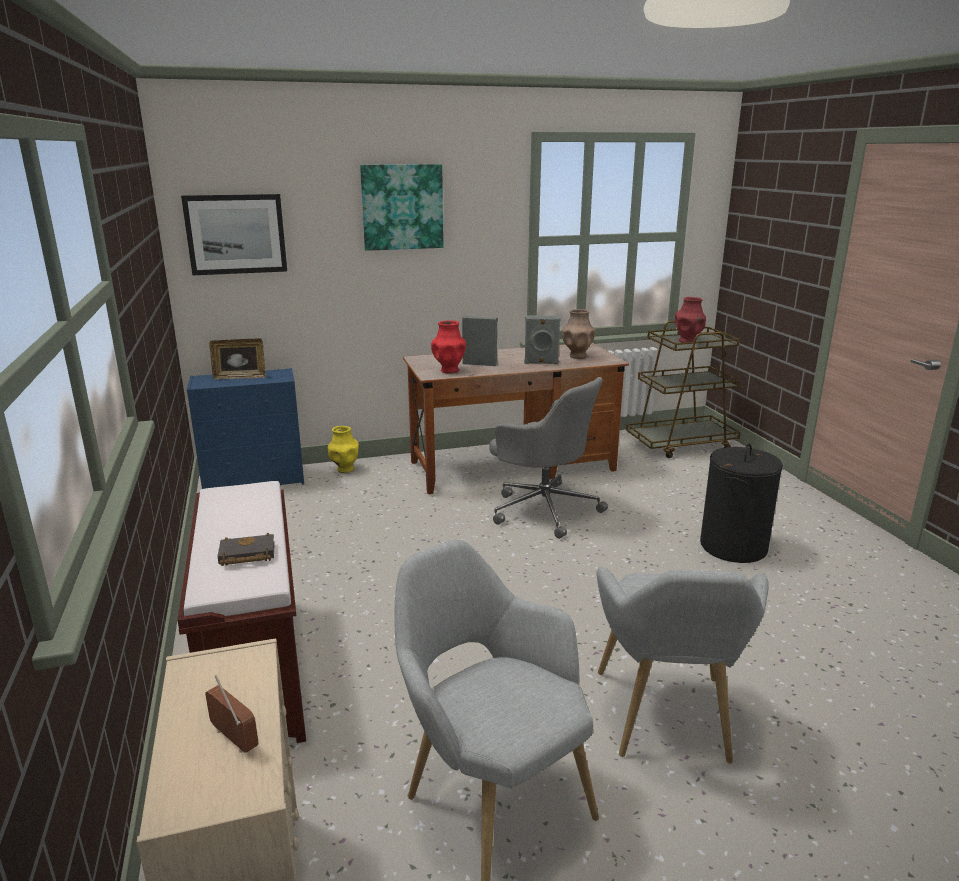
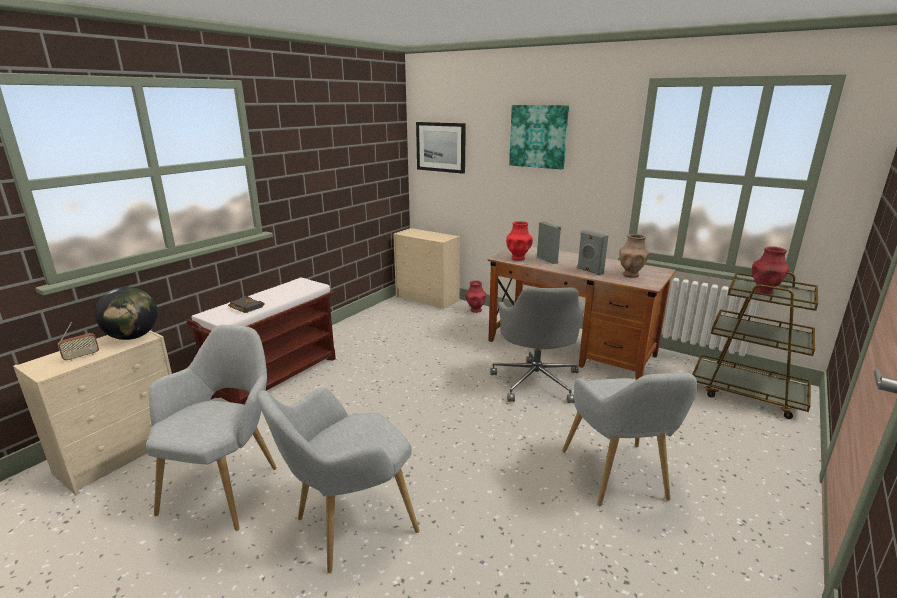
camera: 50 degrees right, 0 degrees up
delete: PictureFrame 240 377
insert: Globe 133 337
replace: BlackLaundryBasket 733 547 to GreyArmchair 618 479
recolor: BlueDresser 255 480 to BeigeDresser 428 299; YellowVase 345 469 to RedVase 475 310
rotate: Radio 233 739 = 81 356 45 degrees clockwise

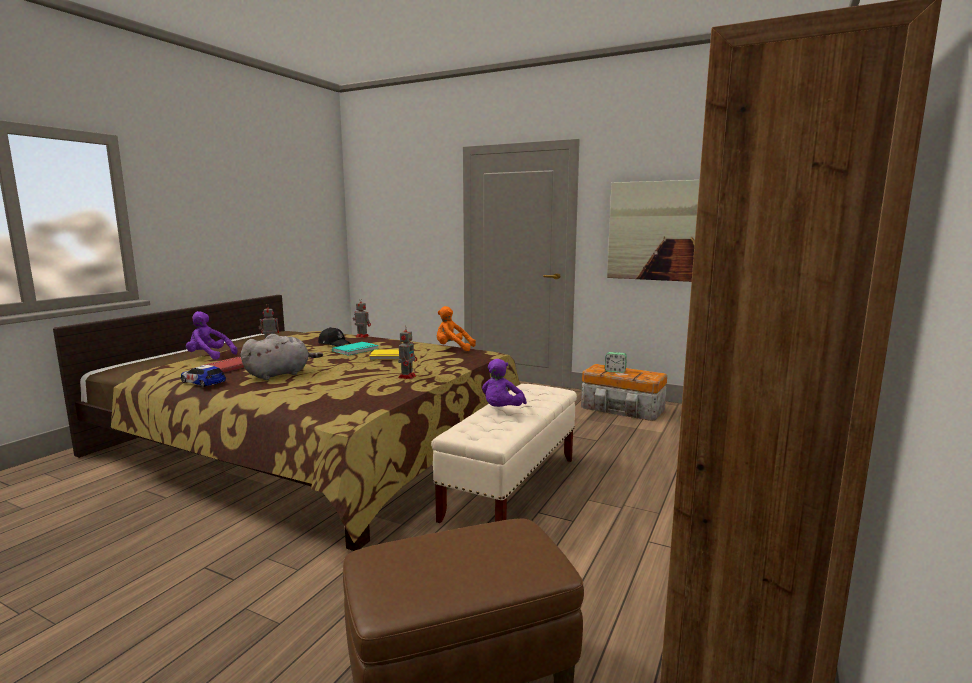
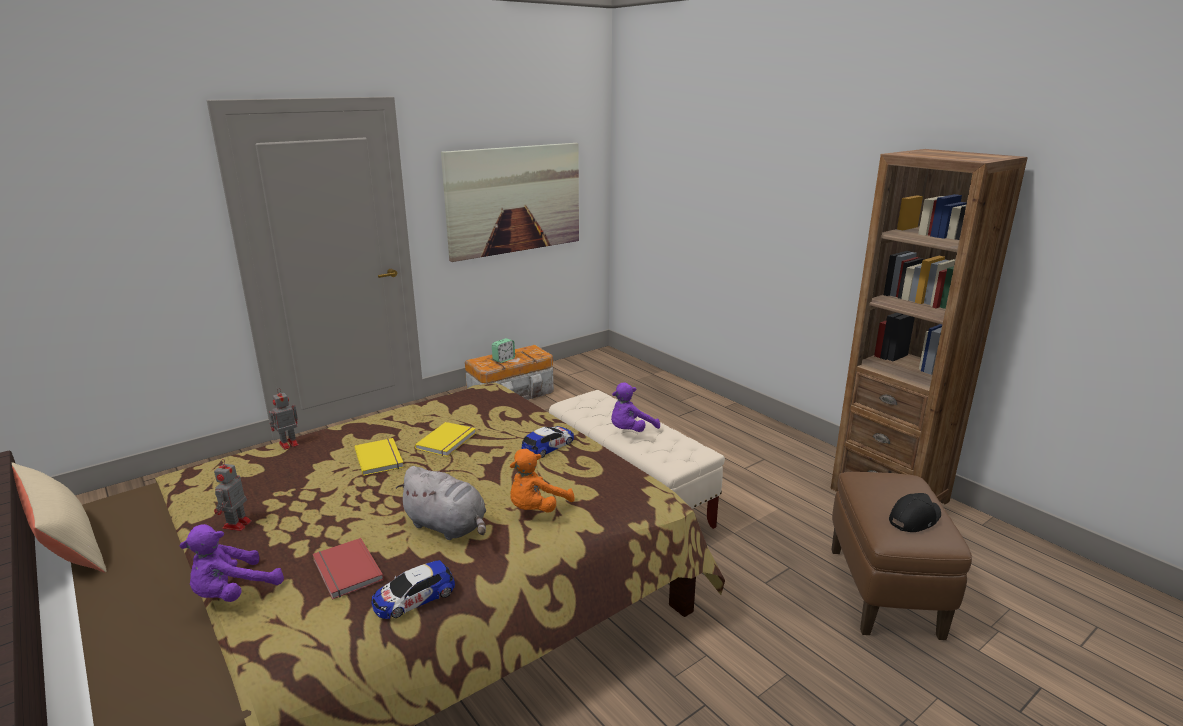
camera: 65 degrees left, 10 degrees up
insert: BeigePillow 66 544
move: BlackCap 334 343 to 914 519; OrangePlushToy 452 348 to 536 509
replace: ToyRobot 407 376 to ToyCar 548 446
recolor: TurquoiseBook 356 350 to YellowBook 381 458
rotate: GreyPlushToy 280 374 = 448 526 135 degrees clockwise; PurplePlushToy 501 410 = 630 431 90 degrees clockwise

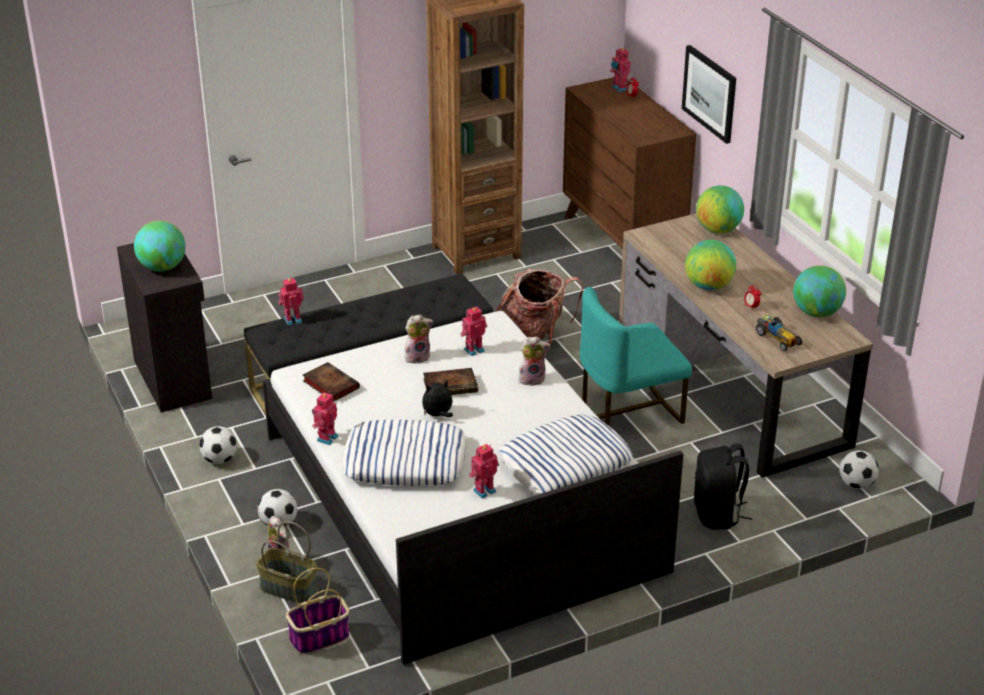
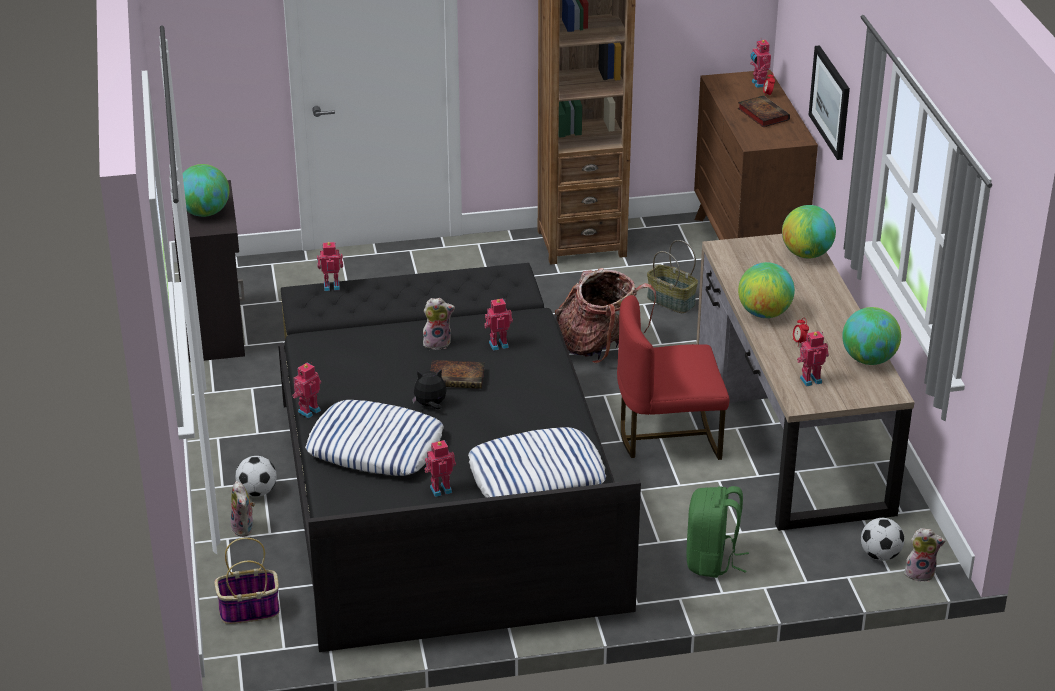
camera: 15 degrees right, 0 degrees up
delete: Football 220 459
move: Basket 287 589 to 670 301; Book 329 384 to 762 114; PlushToy 532 379 to 920 573
replace: ToyCar 776 337 to ToyRobot 810 379
recolor: WhiteBed 461 502 to BlackBed 448 501; TurquoiseChair 629 410 to RedChair 668 436; BlackBackpack 718 514 to GreenBackpack 712 561

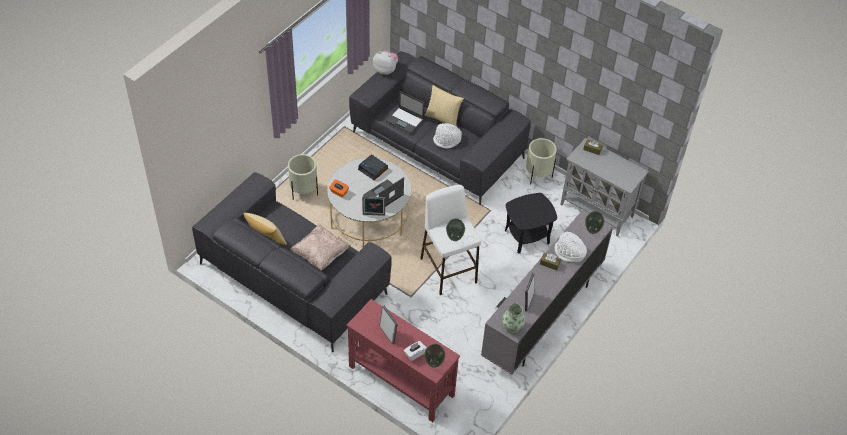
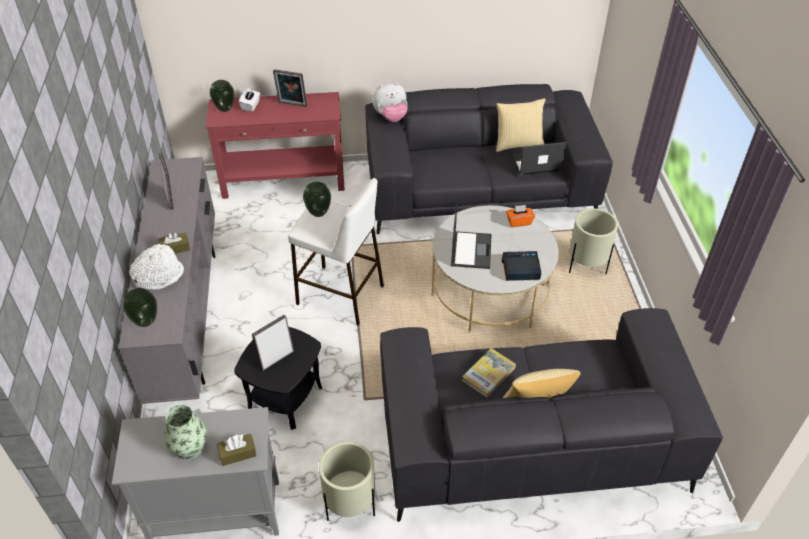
camera: 140 degrees right, 5 degrees down
delete: BeigePillow 320 254
move: PictureFrame 373 215 to 276 358; PlushToy 386 70 to 391 117; Laptop 405 120 to 535 163; Vase 512 327 to 189 447
replace: WhiteHat 447 140 to Book 488 374

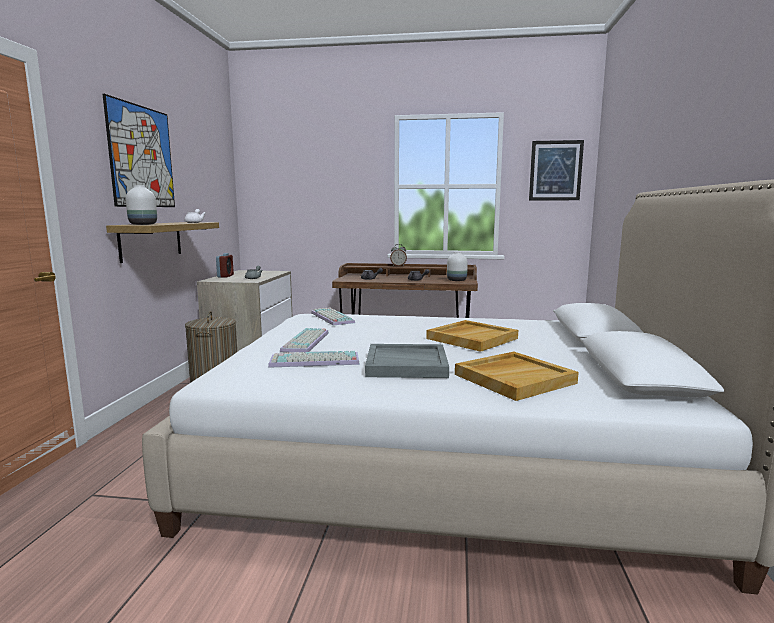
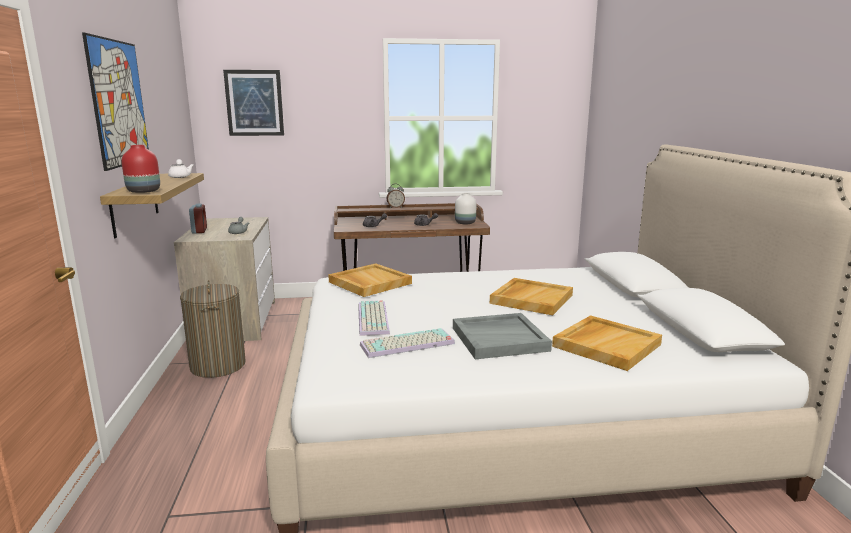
camera: 15 degrees left, 5 degrees up
move: Picture 555 170 to 254 103
replace: Keyboard 330 317 to BeigeTray 369 283
recolor: WhiteVase 142 224 to RedVase 143 192

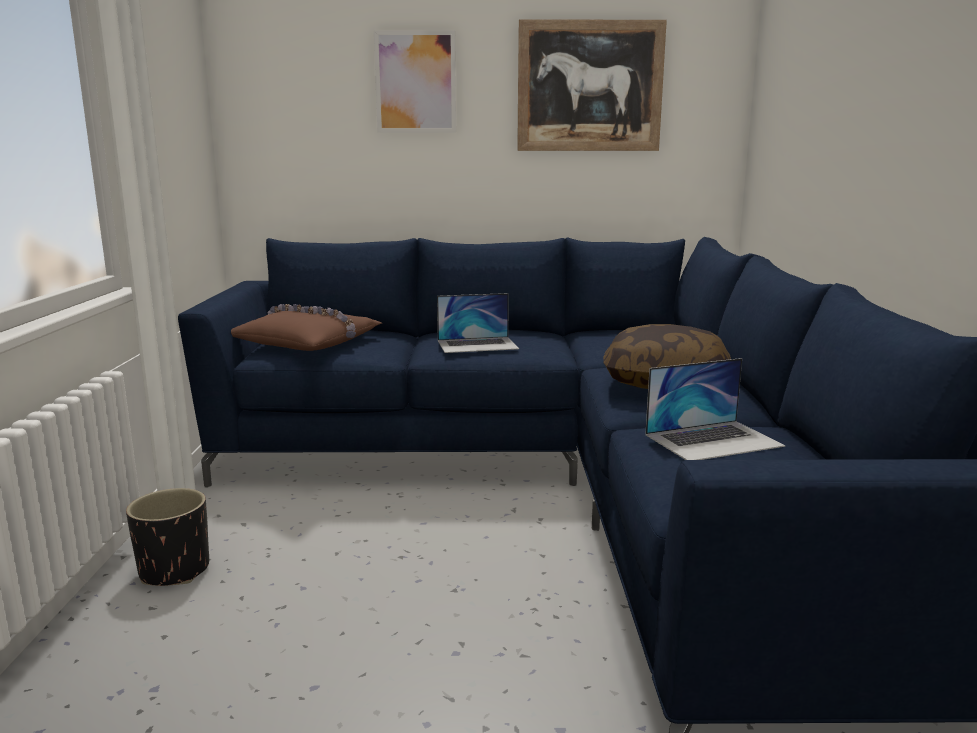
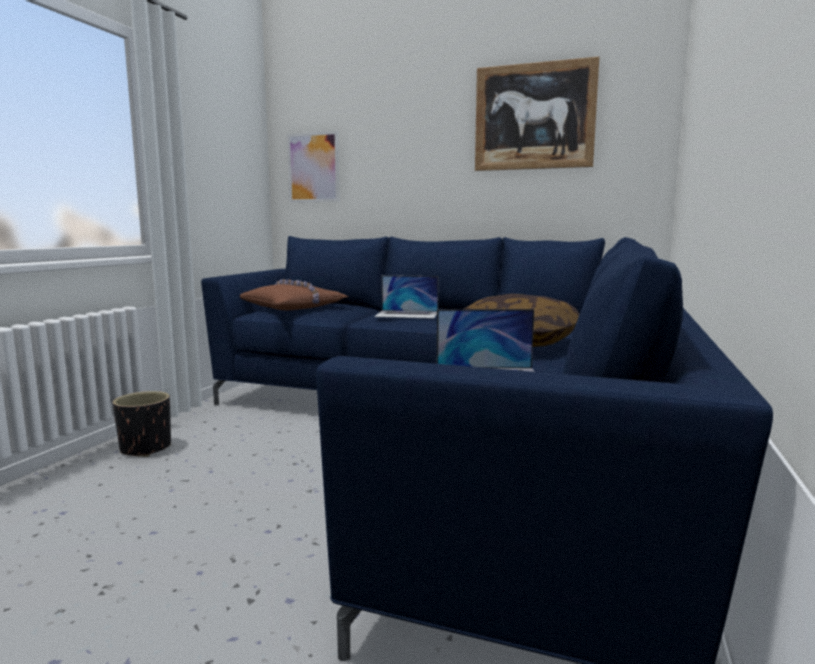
camera: 20 degrees right, 5 degrees down
move: Picture 415 82 to 313 167

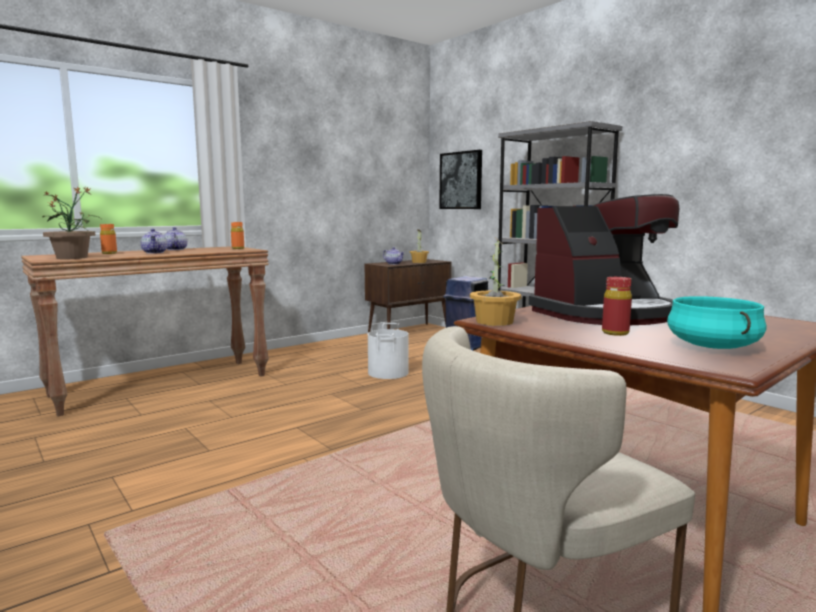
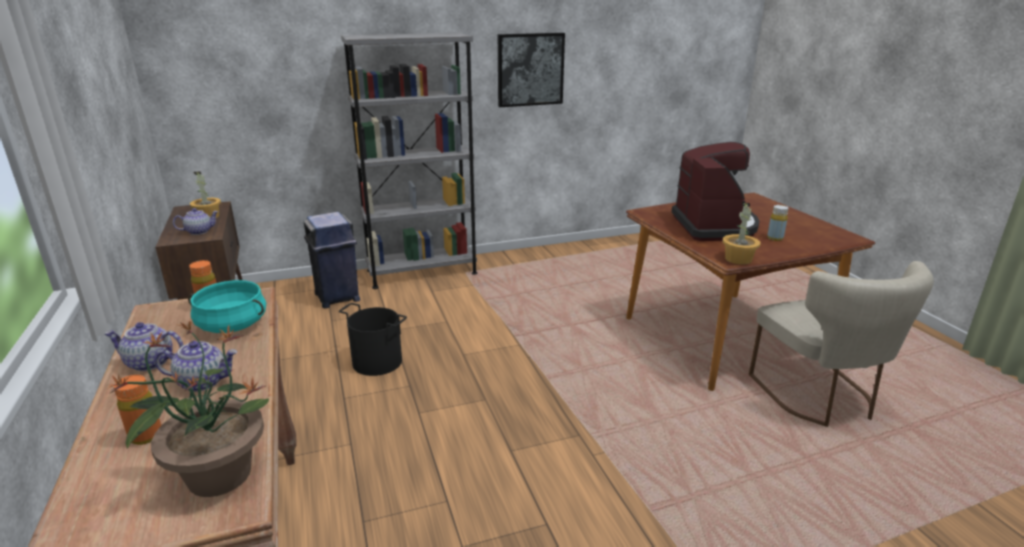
camera: 70 degrees left, 15 degrees up
move: Picture 461 180 to 530 69; TurquoiseCookingPot 711 346 to 232 325
recolor: WhiteBucket 387 372 to BlackBucket 377 362; RedBottle 615 333 to YellowBottle 775 238

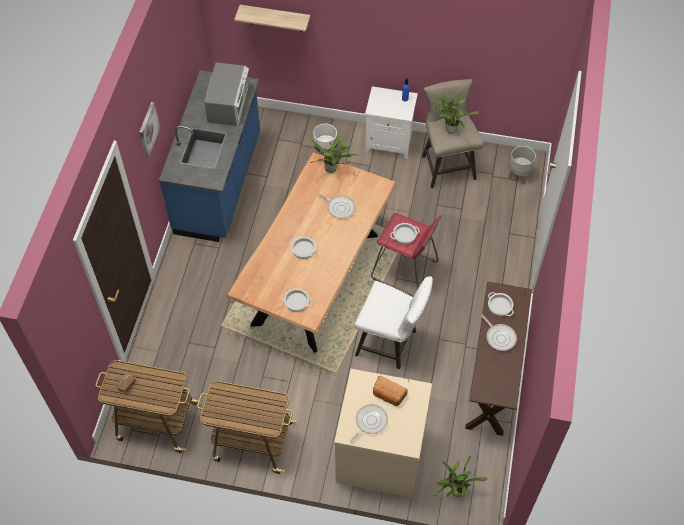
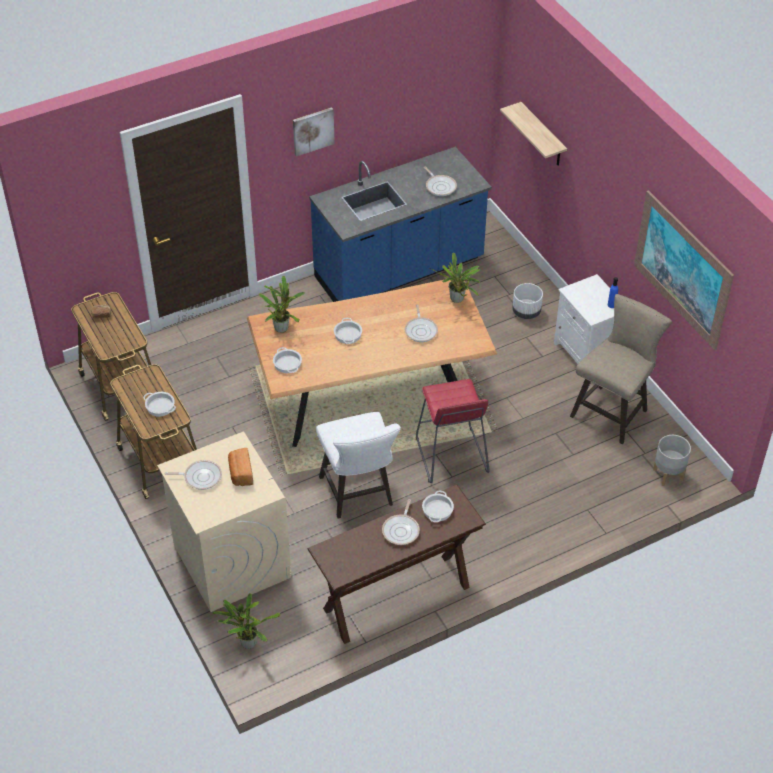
camera: 50 degrees right, 10 degrees down
insert: Picture 682 269
move: CookingPot 404 235 to 160 406; PottedPlant 450 129 to 282 327
replace: Microwave 229 104 to FryingPan 440 186

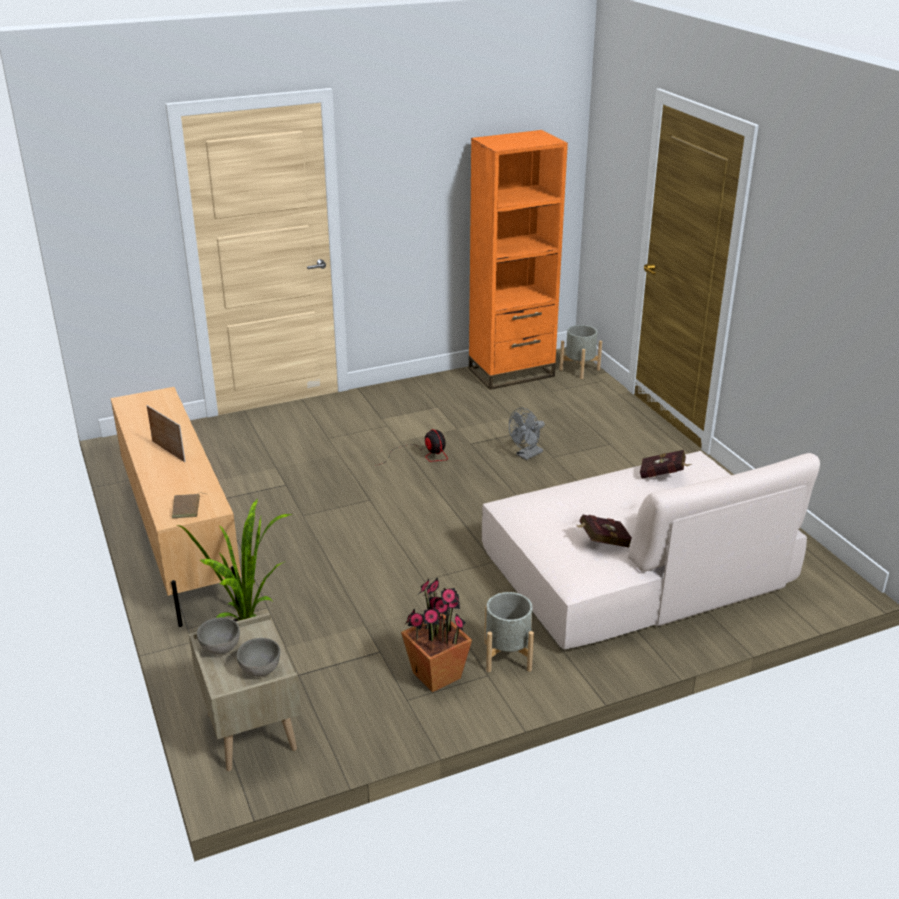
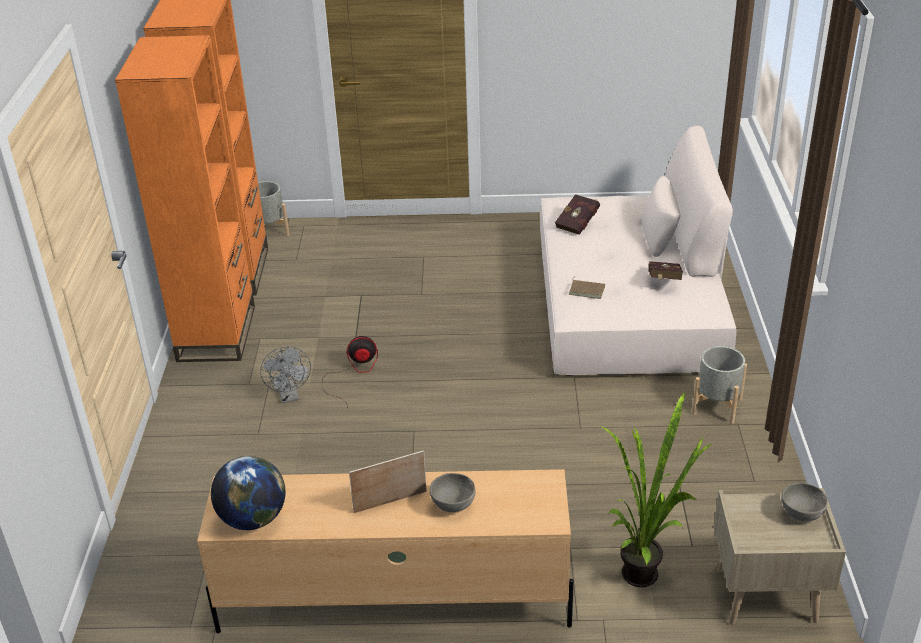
camera: 65 degrees left, 5 degrees up
delete: PottedPlant 437 675
insert: OrangeBookcase 217 333; Globe 253 519
move: BrownBook 187 508 to 587 290; GreyBowl 220 648 to 453 505; GreyFan 526 455 to 289 396

